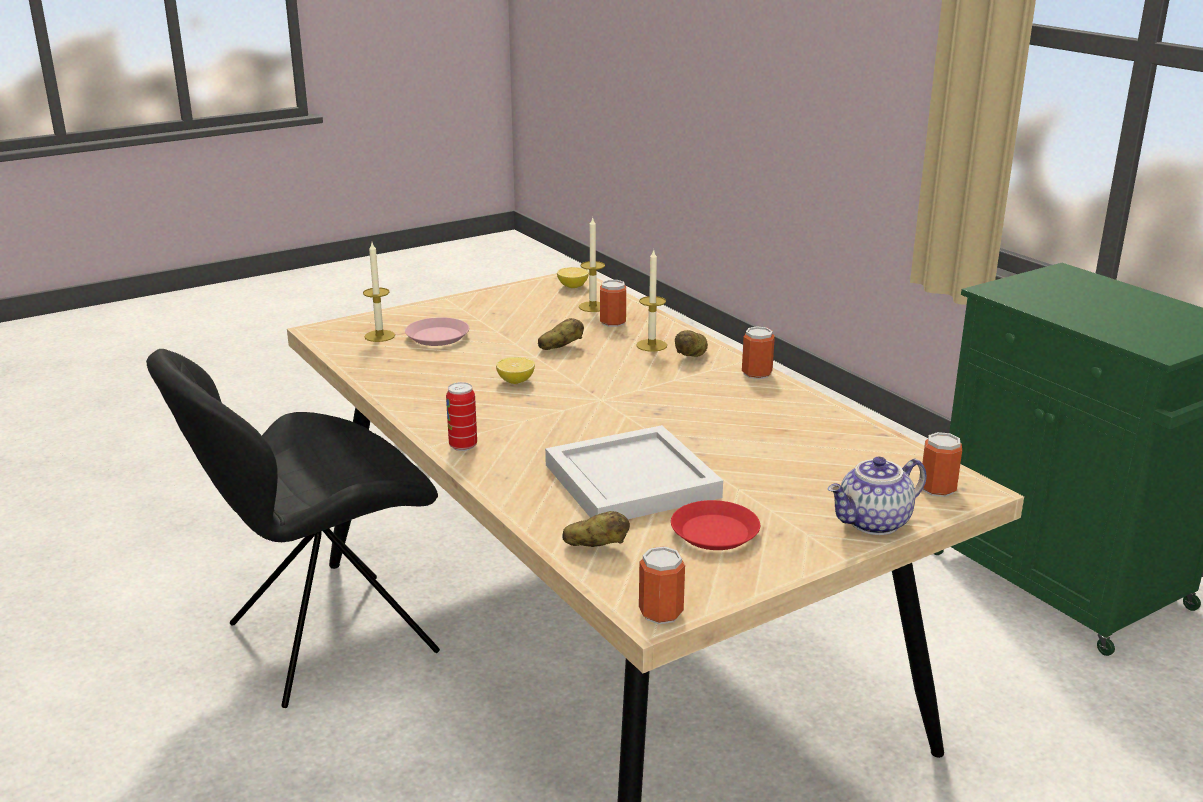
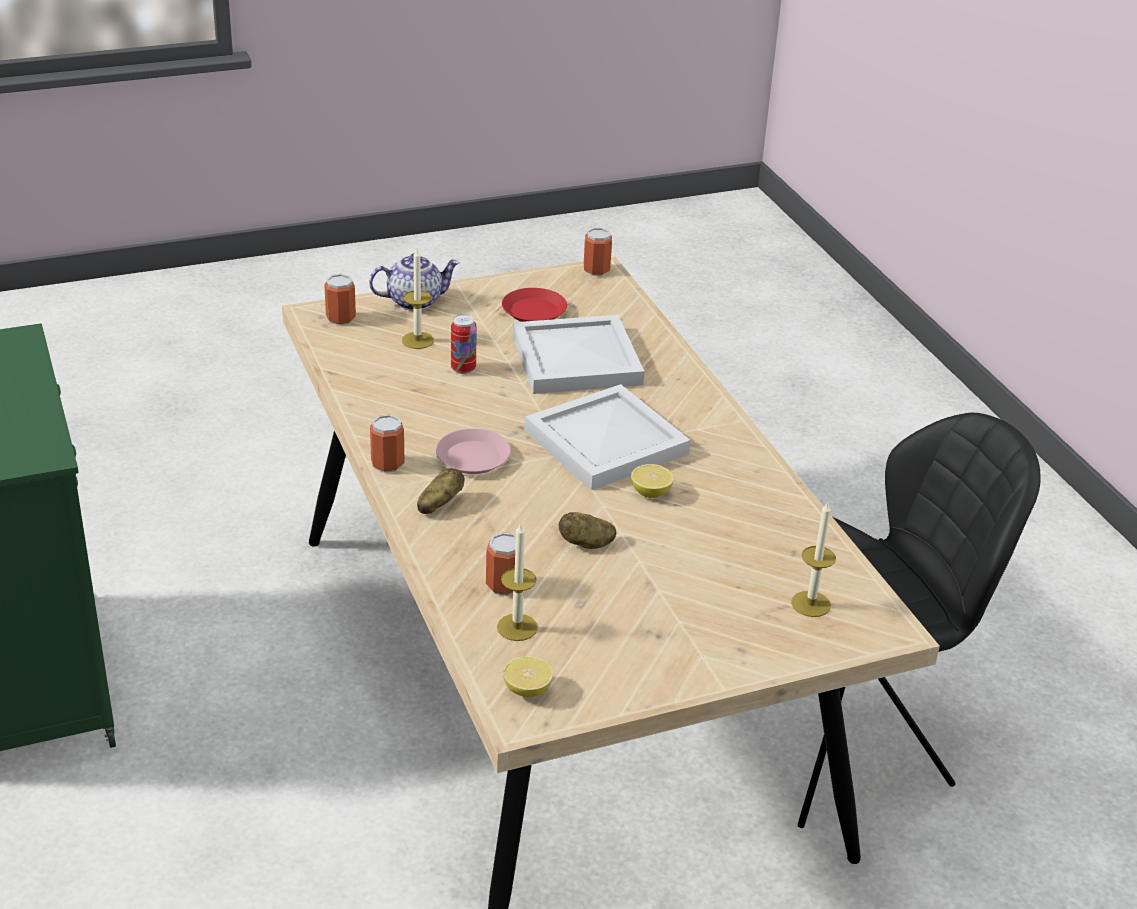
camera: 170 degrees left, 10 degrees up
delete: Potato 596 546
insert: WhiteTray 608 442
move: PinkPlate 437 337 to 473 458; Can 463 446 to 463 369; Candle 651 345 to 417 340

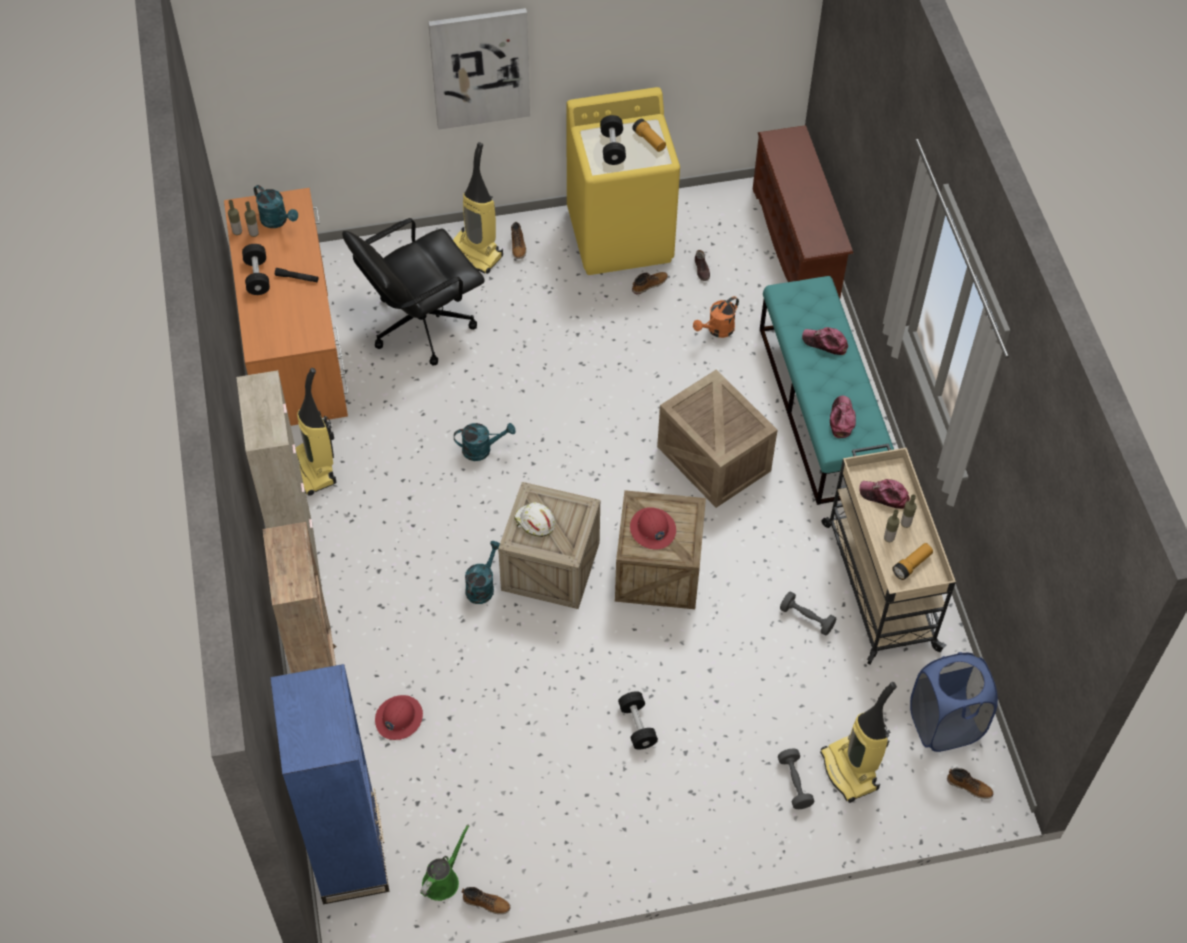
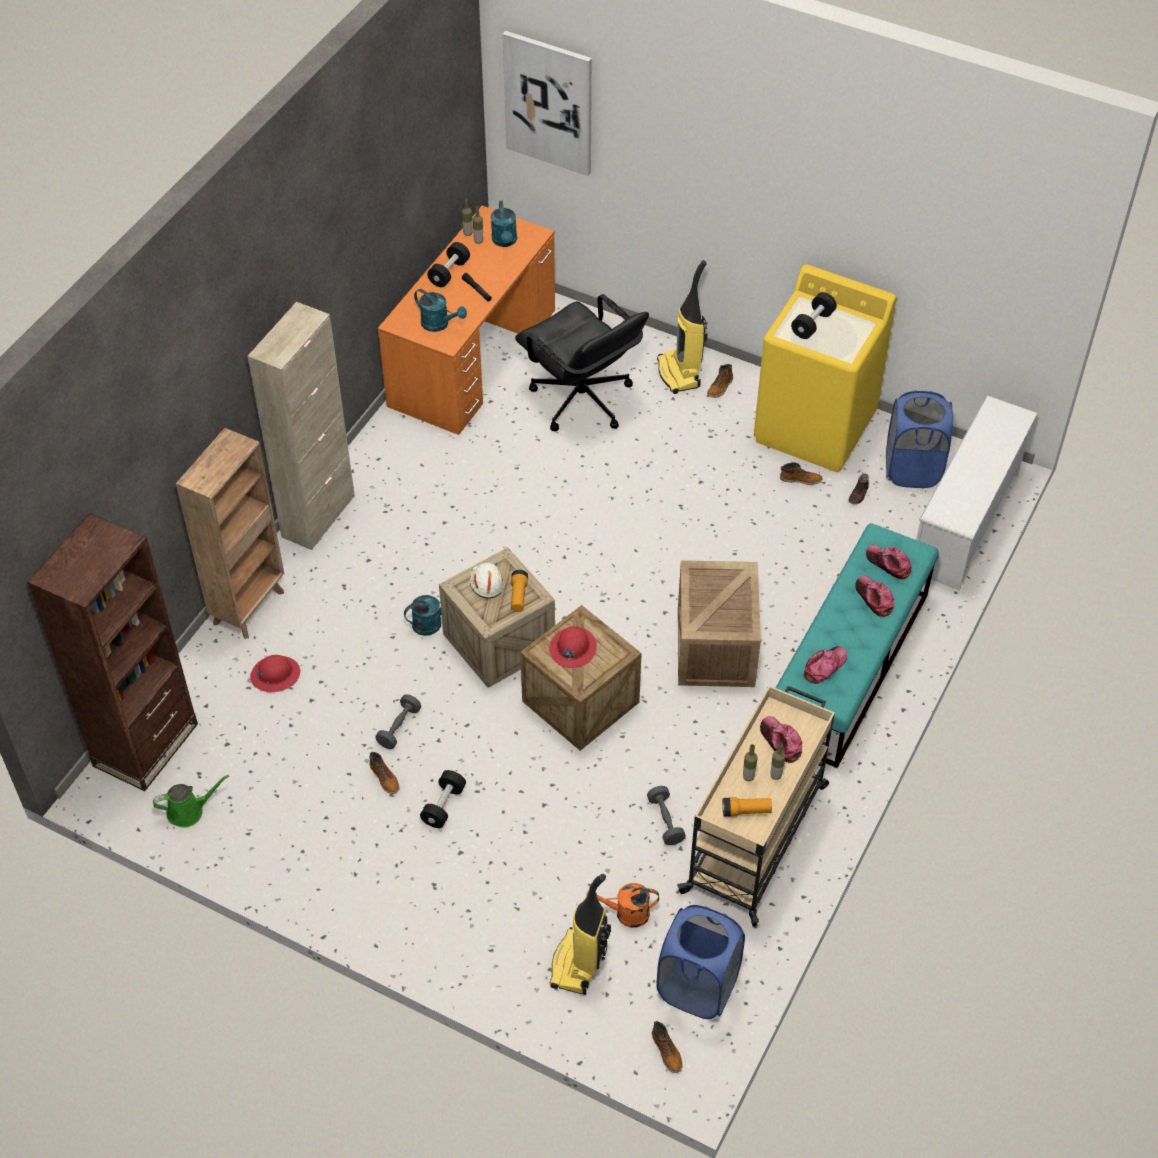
camera: 40 degrees right, 5 degrees down
delete: VacuumCleaner 313 469
insert: Cap 888 564; BlueLaundryBasket 912 469
move: Picture 480 68 to 549 103; TurquoiseWateringCan 482 449 to 439 324; Boot 486 903 to 385 778; Flashlight 649 140 to 518 596; OrangeWateringCan 717 330 to 626 914; GreyDumbbell 794 783 to 399 727
recolor: BlueBookcase 350 853 to BrownBookcase 146 745; BrownShoeRack 797 245 to WhiteShoeRack 966 523
rotate: BlackOfficeChair 420 324 = 582 401 135 degrees counterclockwise

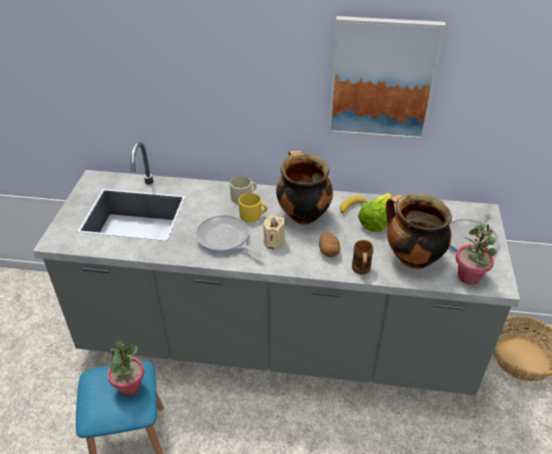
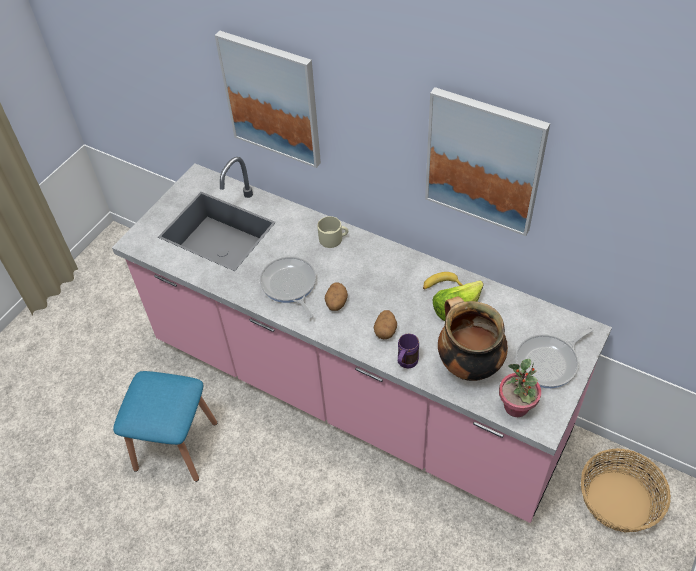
camera: 25 degrees right, 10 degrees up
delete: PottedPlant 129 387; YellowMug 253 215; CookingPot 302 214
insert: Picture 272 99
replace: BeigeCandle 274 242 to Potato 336 303
recolor: GreyCounter 276 341 to PinkCounter 355 390; BrownMug 361 271 to PurpleMug 405 364

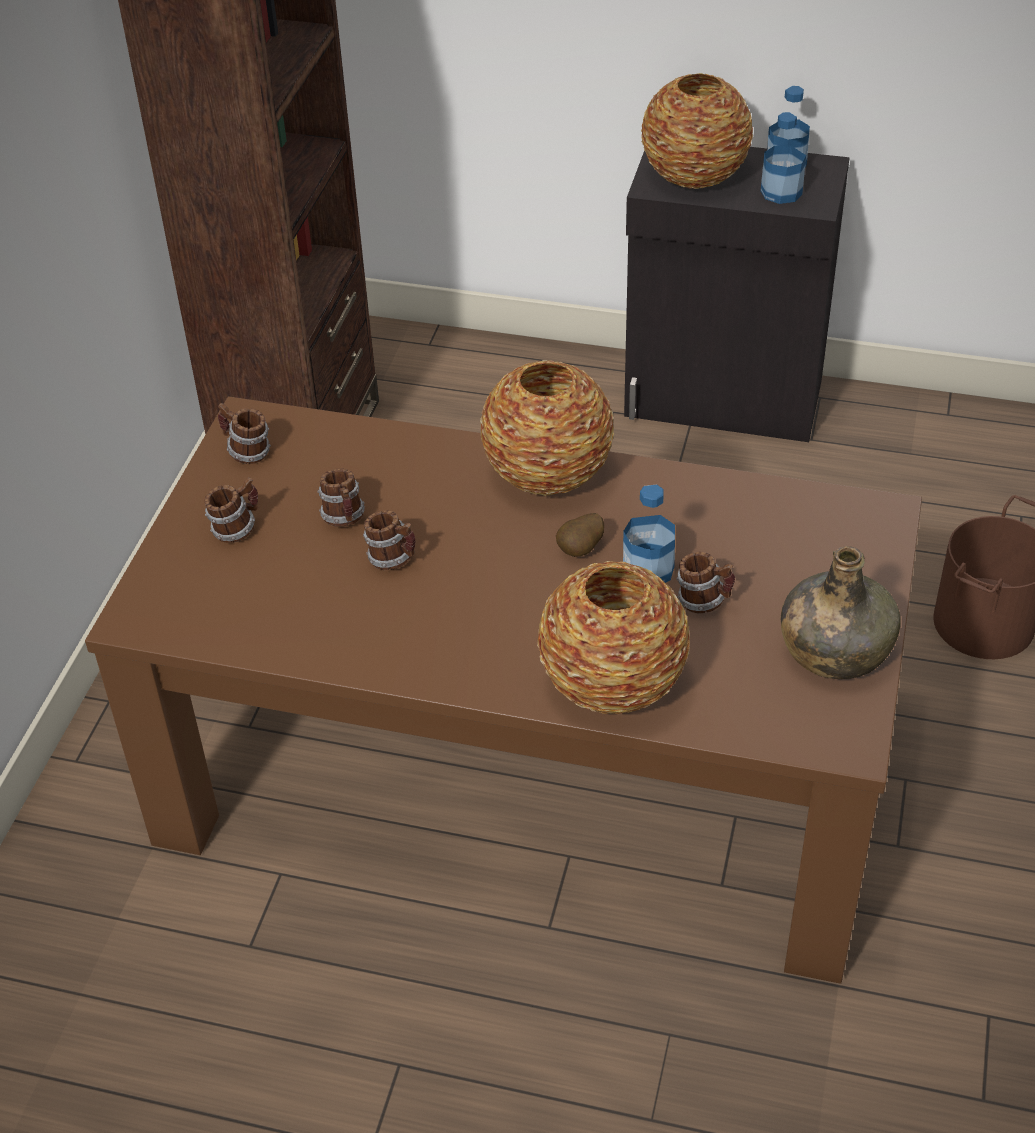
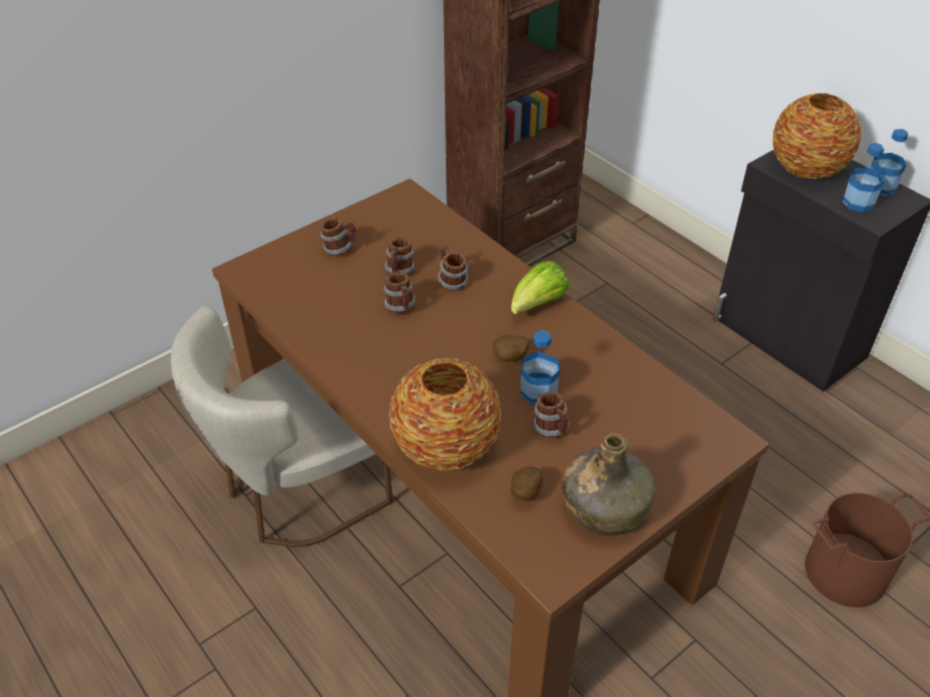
camera: 35 degrees right, 0 degrees up
insert: BeigeChair 296 492; Potato 524 494
move: Mug 247 452 to 451 281
replace: Vase 548 474 to Lettuce 537 305

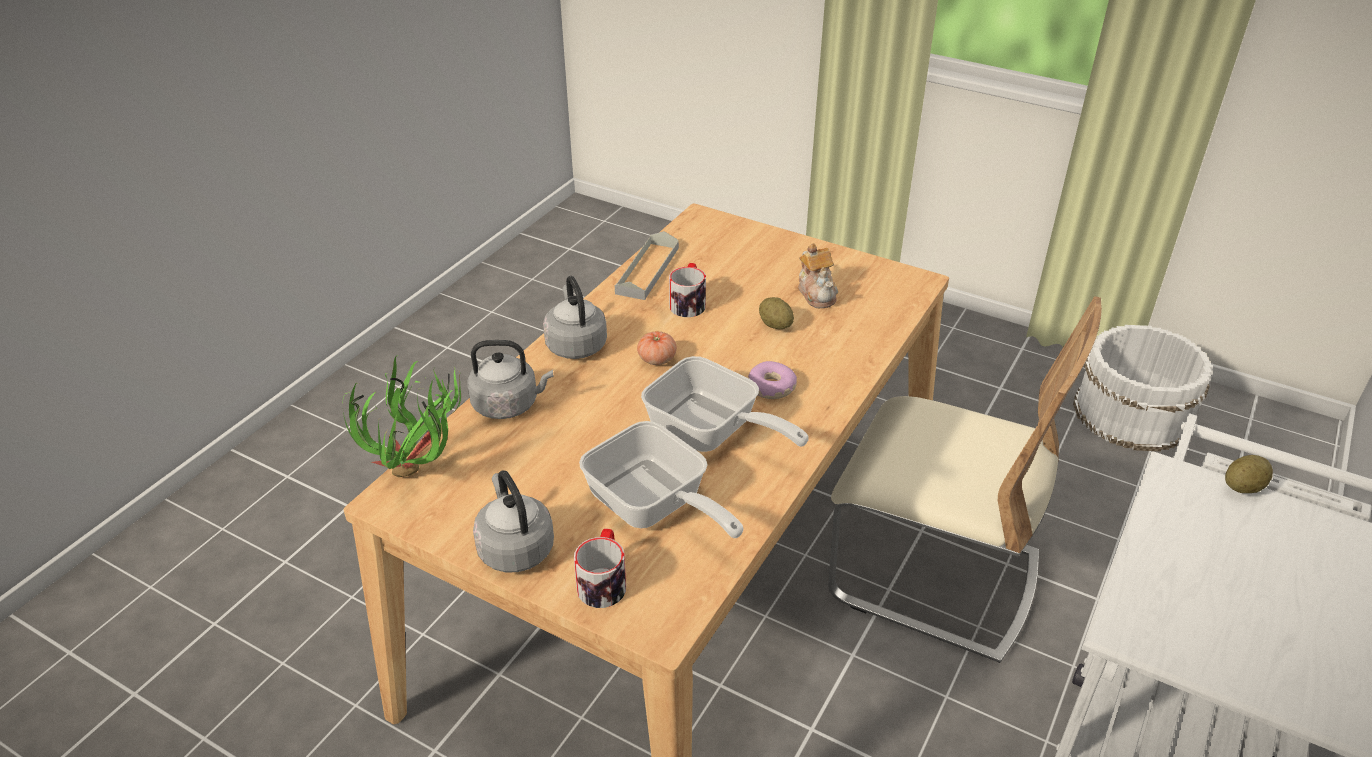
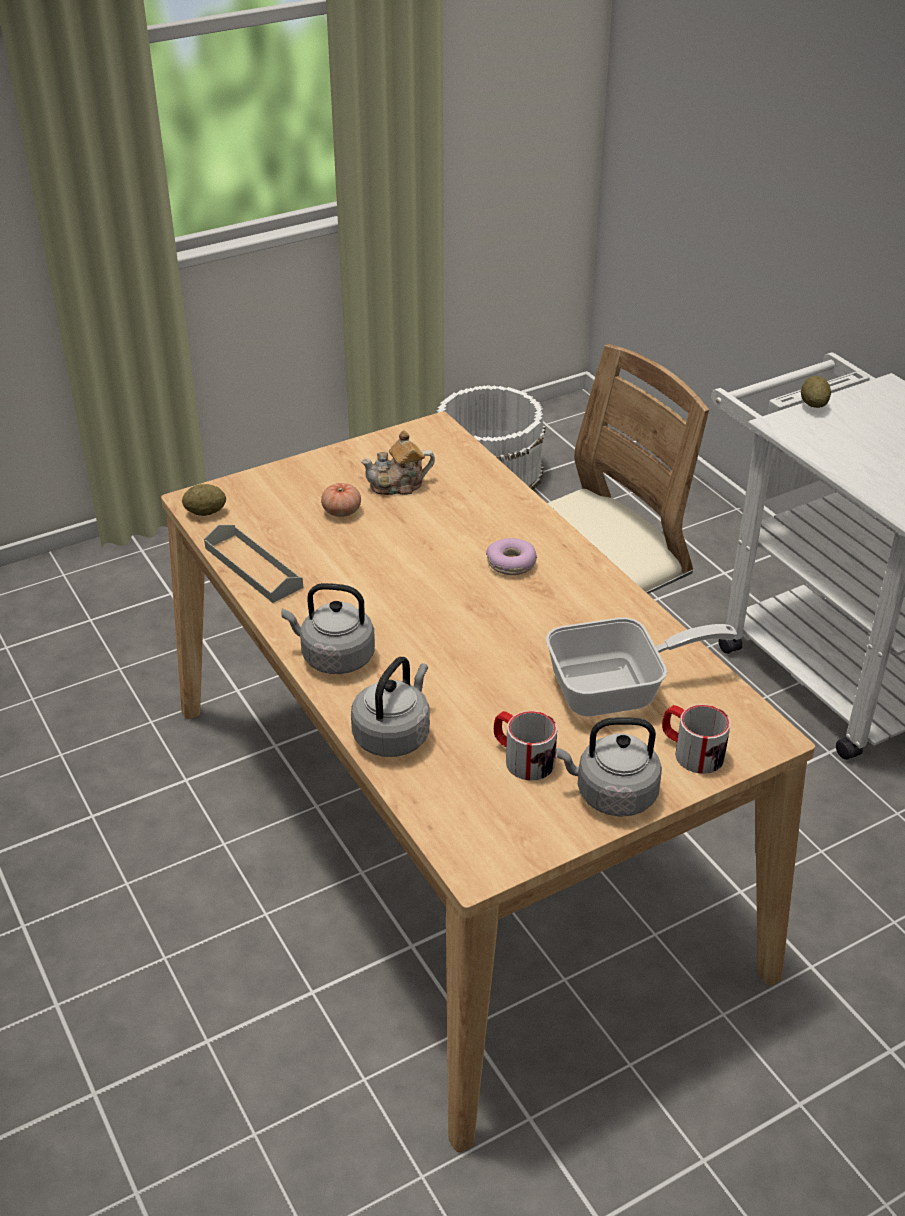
camera: 60 degrees left, 0 degrees up
delete: PottedPlant 420 477; FryingPan 711 433
move: Tomato 657 359 to 341 511; Mug 688 302 to 522 758; Potato 775 325 to 205 512
rotate: Teapot 817 293 = 398 485 150 degrees clockwise

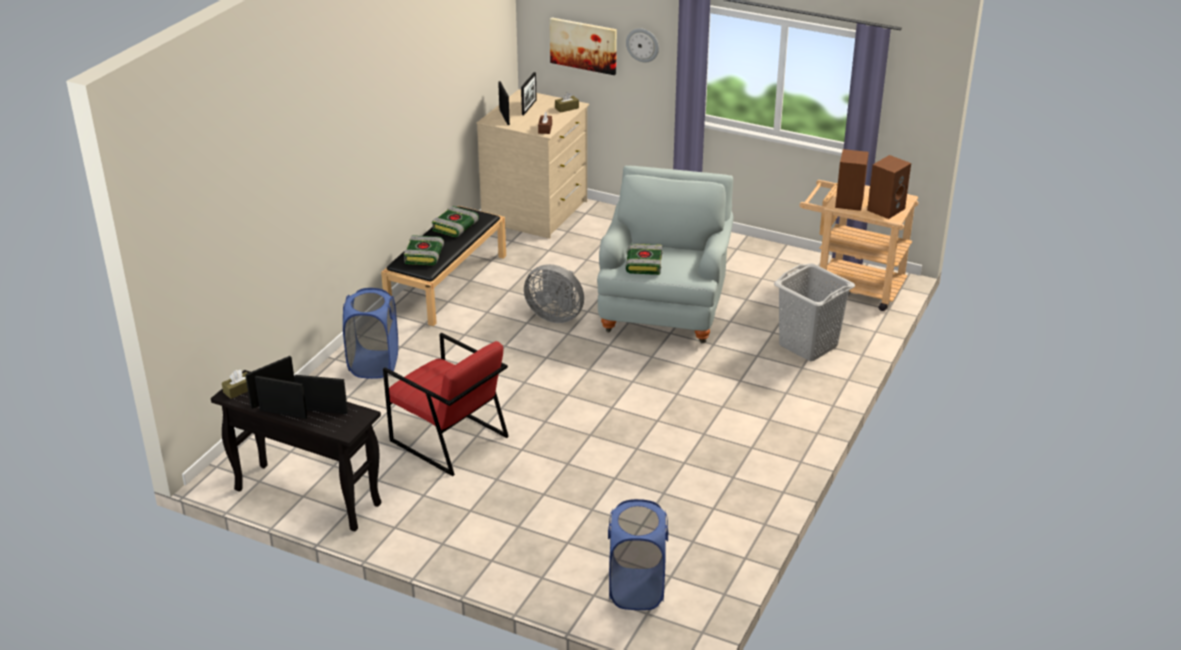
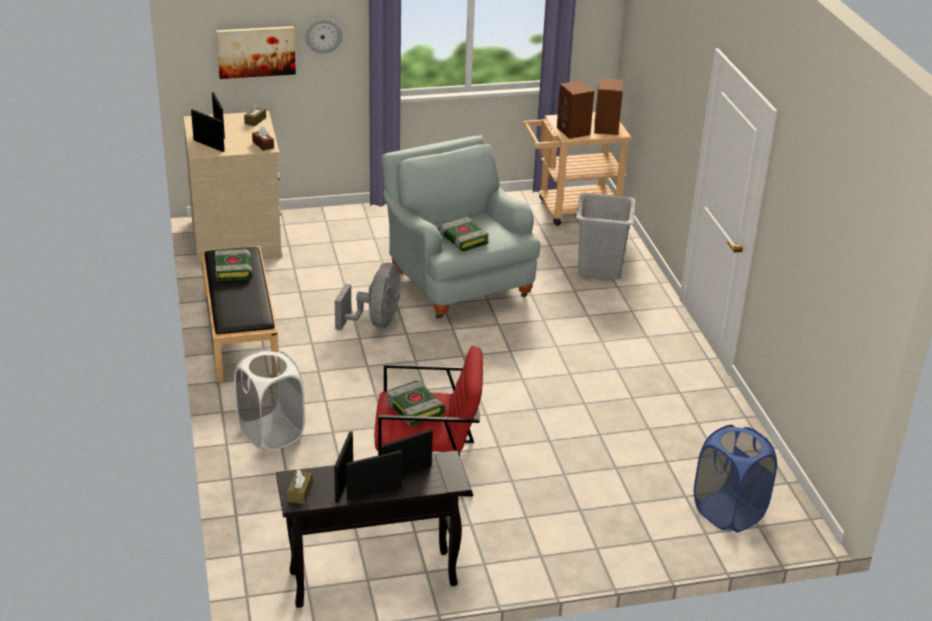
camera: 40 degrees left, 0 degrees up
move: Book 424 256 to 416 408
recolor: BlueLaundryBasket 374 365 to WhiteLaundryBasket 271 433
rotate: GreyFan 555 315 = 375 322 60 degrees counterclockwise

